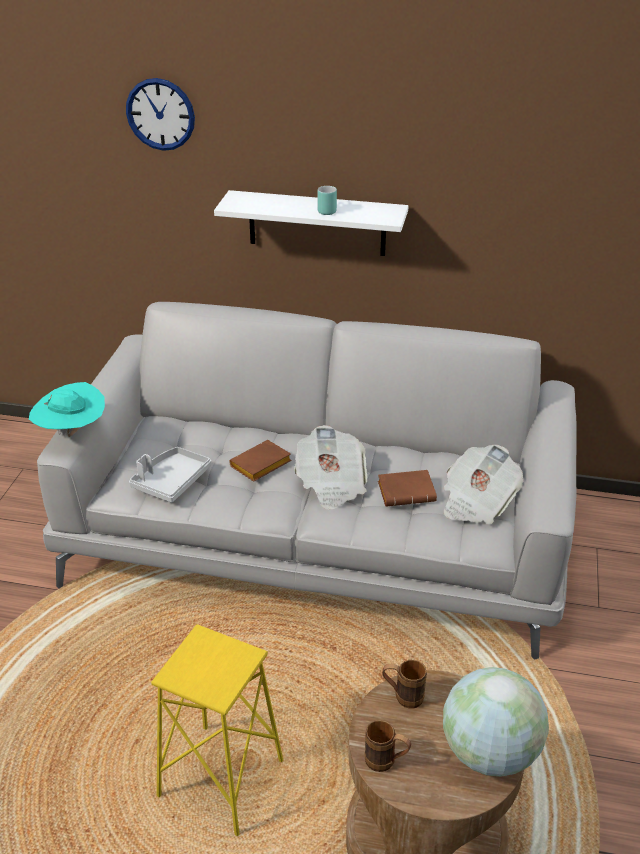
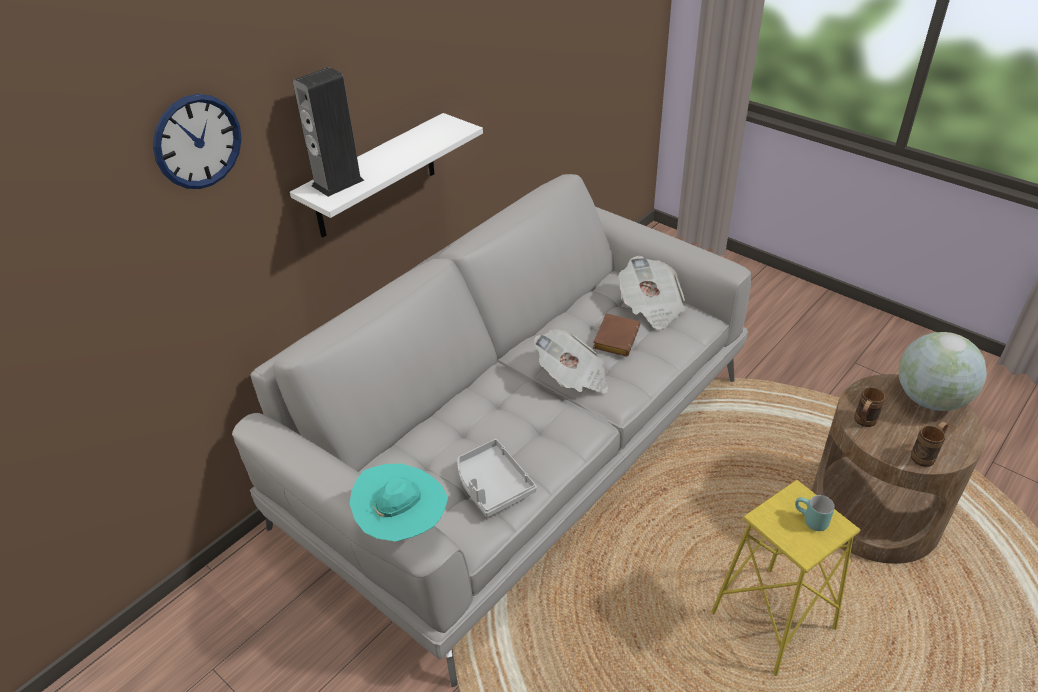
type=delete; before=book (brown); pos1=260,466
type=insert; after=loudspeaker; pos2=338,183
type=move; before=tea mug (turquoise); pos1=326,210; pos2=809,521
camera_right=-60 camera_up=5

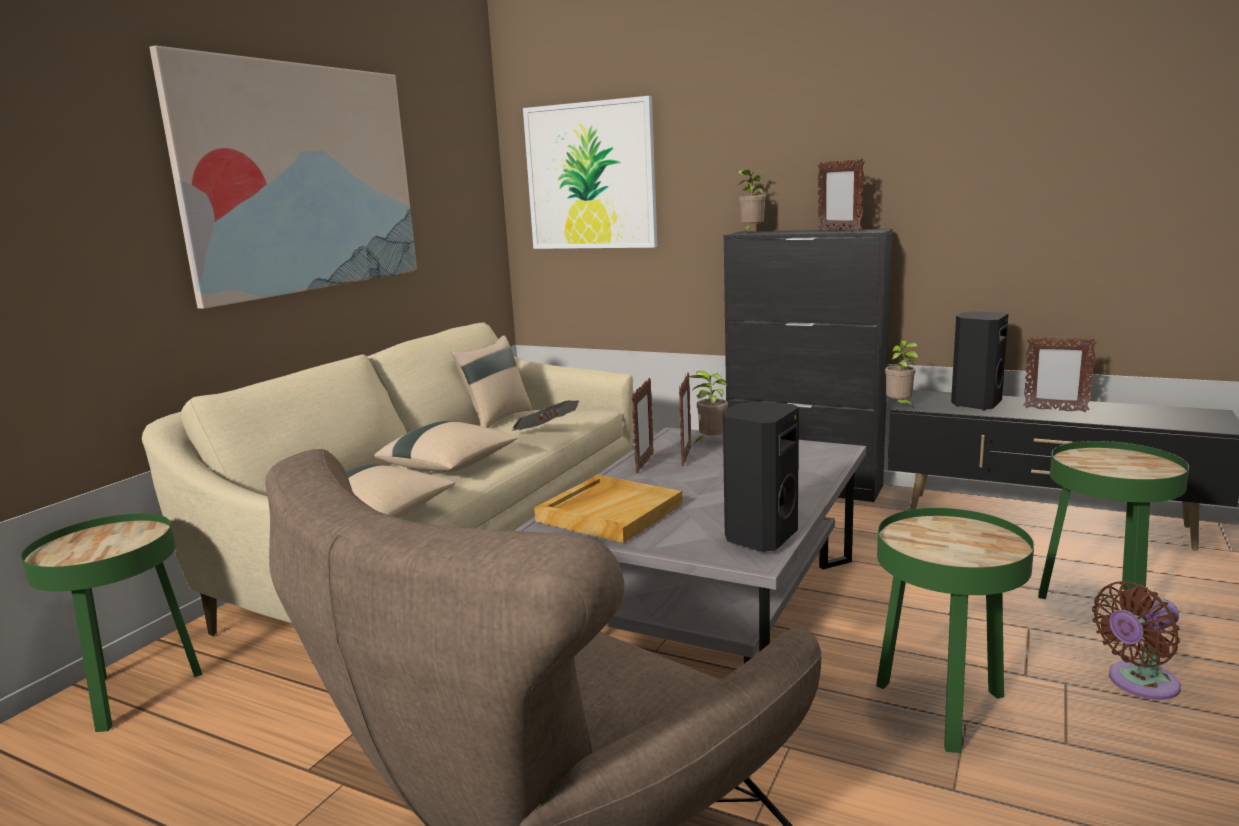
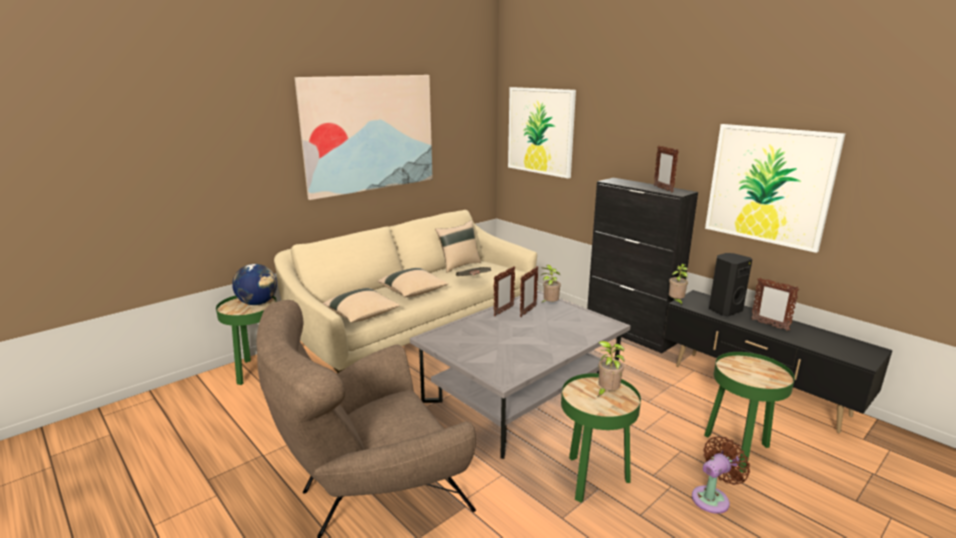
type=delete; before=serving tray (sand-coloured); pos1=609,512
type=delete; before=loudspeaker (black-coloured); pos1=758,537
type=insert; after=desk globe; pos2=258,303
type=insert; after=wall art; pos2=769,185
type=move; before=houseplant; pos1=751,232; pos2=607,393
type=rotate; before=electric fan (brown); pos1=1138,683; pos2=713,498; turn=150
camera_right=20 camera_up=5

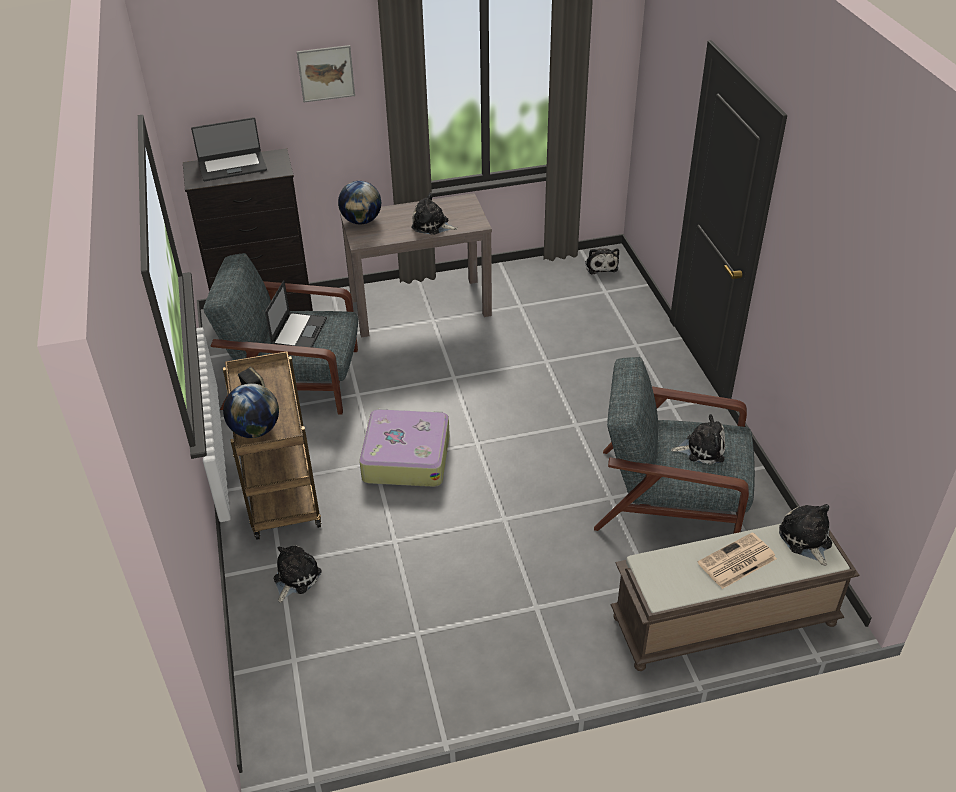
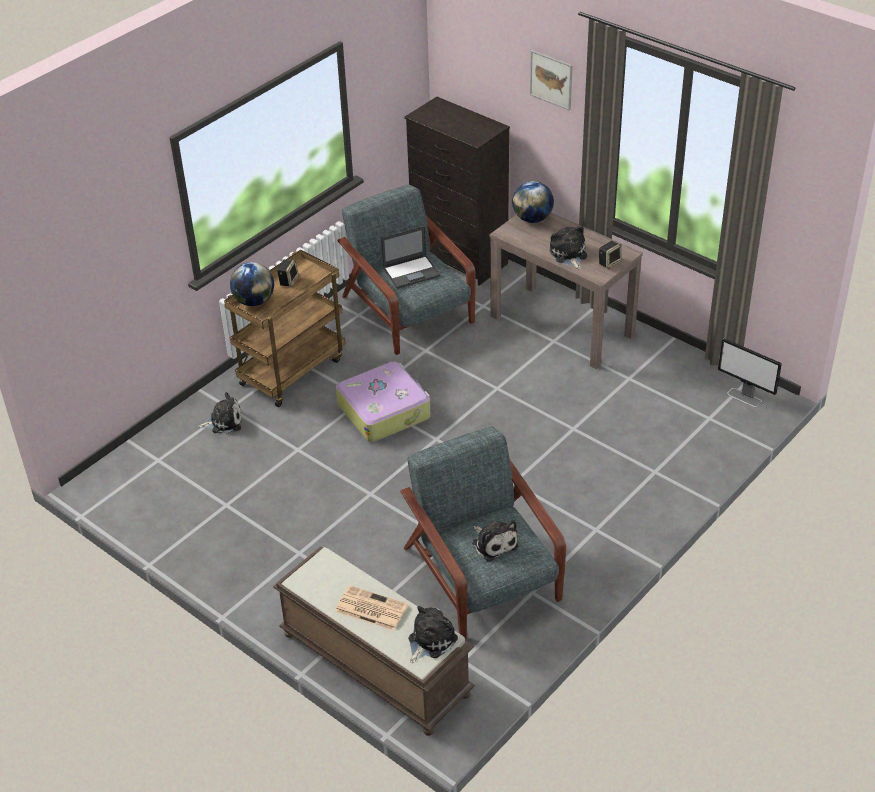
type=delete; before=laptop; pos1=232,166
type=insert; after=loudspeaker; pos2=609,262
type=replace; before=soft toy; after=computer display; pos1=601,265; pos2=744,398
camera_right=55 camera_up=0

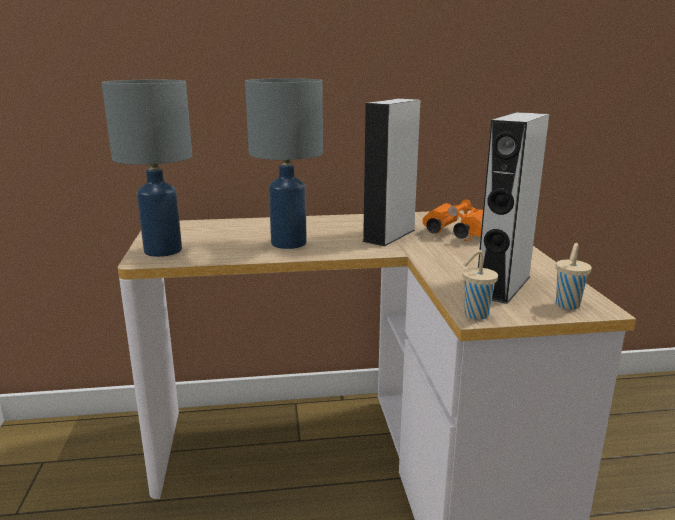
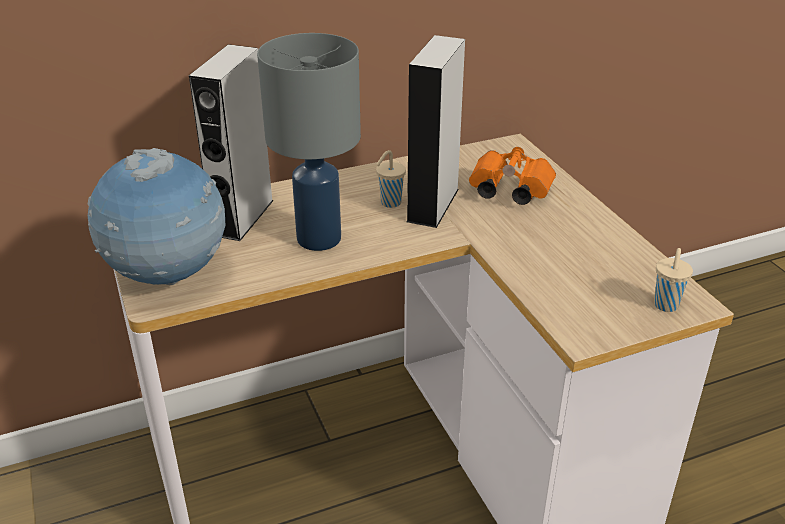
type=move; before=small cup (sand-coloured); pos1=475,315; pos2=389,203
type=move; before=loudspeaker (gray); pos1=503,286; pos2=242,217
type=replace; before=lamp for a table (gray); after=desk globe; pos1=164,251; pos2=168,278
camera_right=-15 camera_up=15

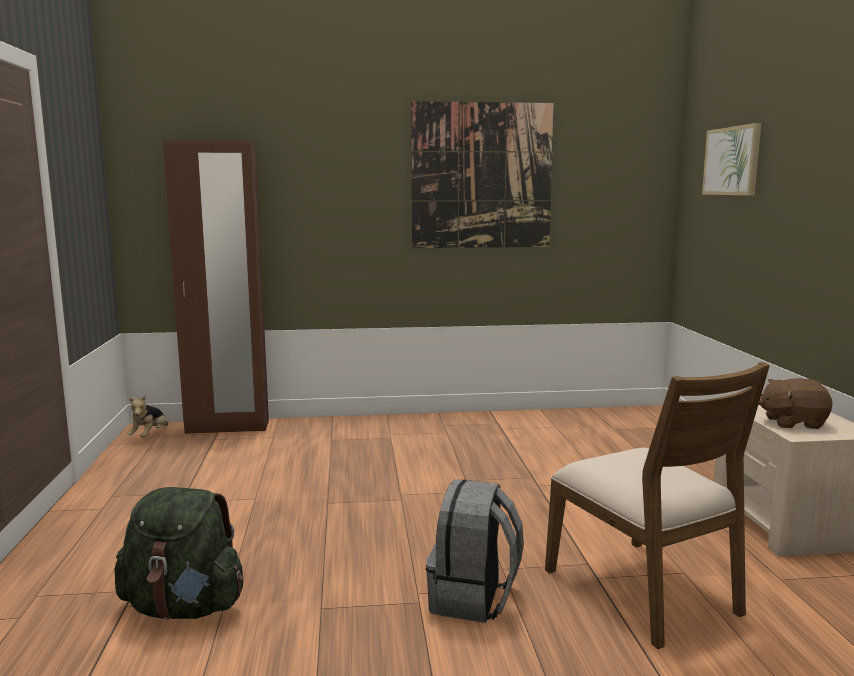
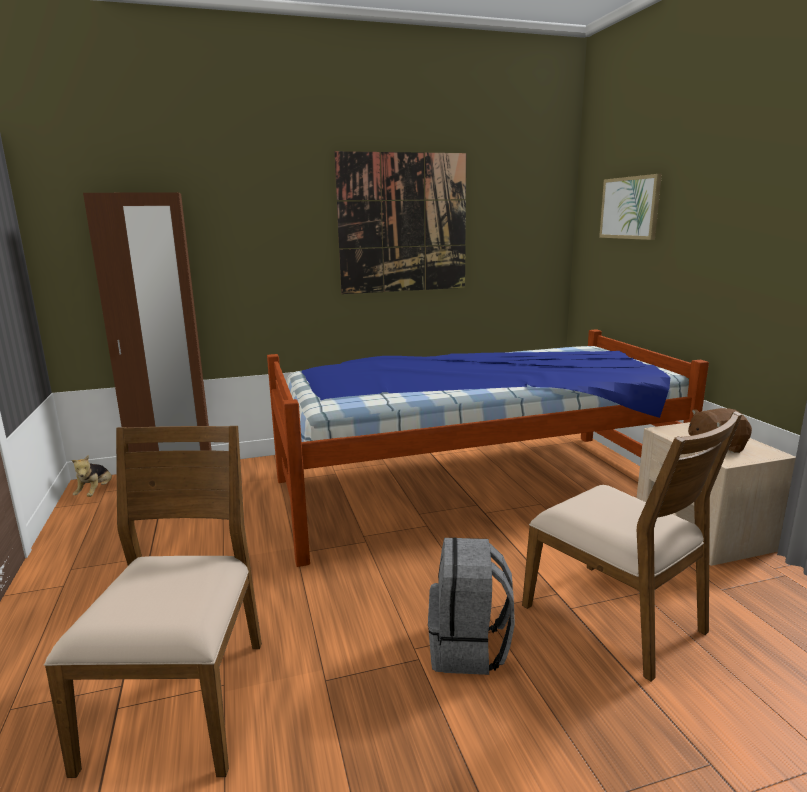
type=insert; after=bedroom bed; pos2=472,487
type=replace; before=knapsack (green); after=chair (brown); pos1=184,607; pos2=182,700
camera_right=-10 camera_up=5

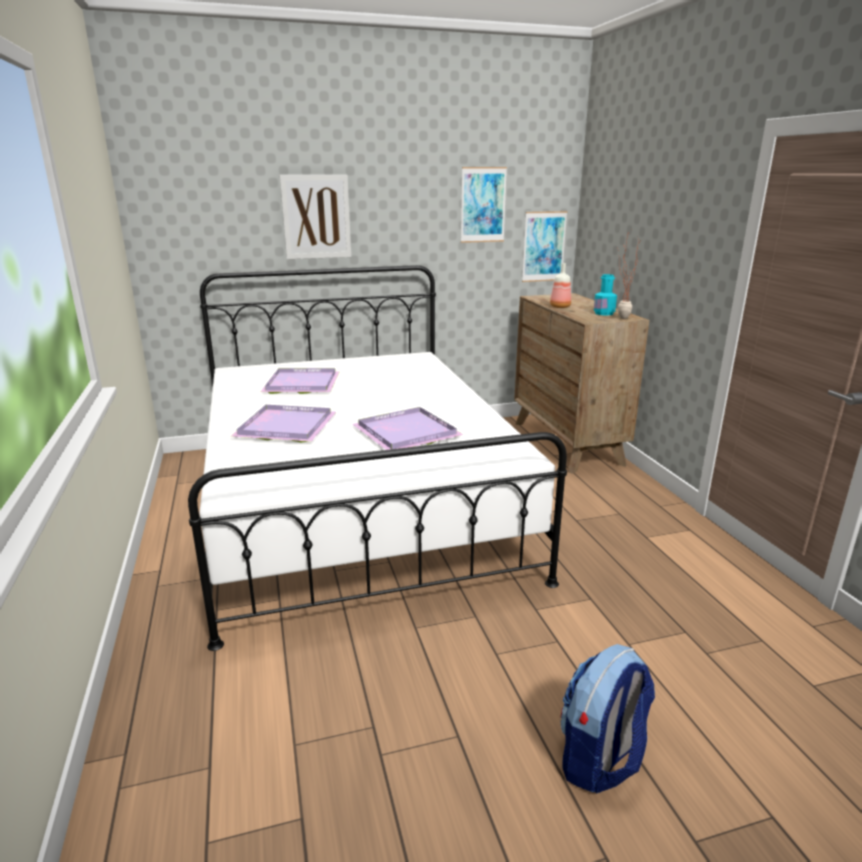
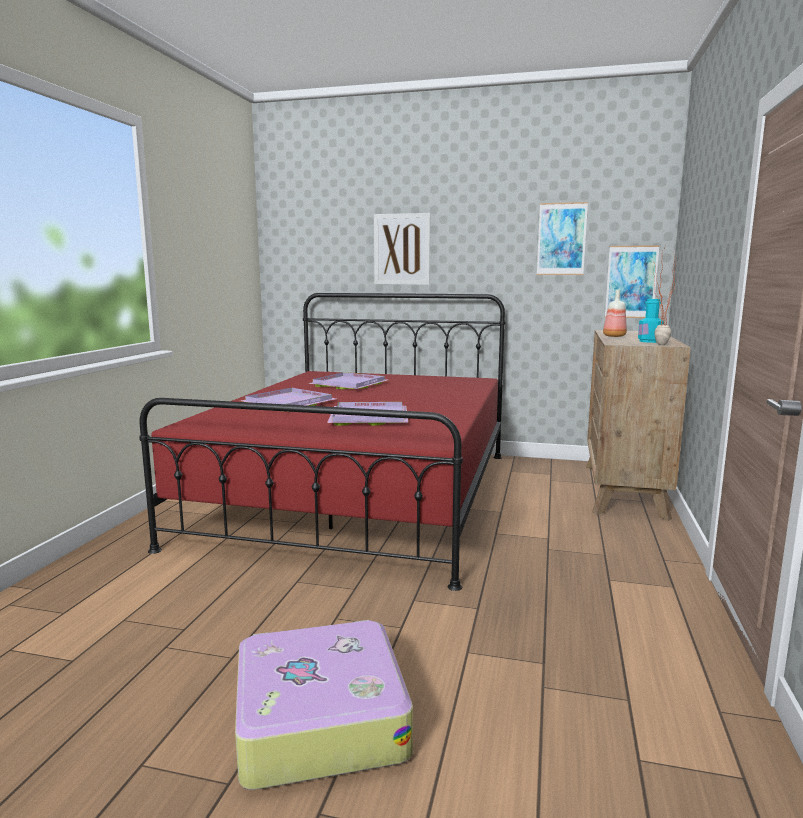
type=replace; before=knapsack; after=travel case; pos1=600,760; pos2=319,719
type=recolor; before=bedroom bed (whitish); after=bedroom bed (red); pos1=356,504; pos2=360,494
camera_right=30 camera_up=-10

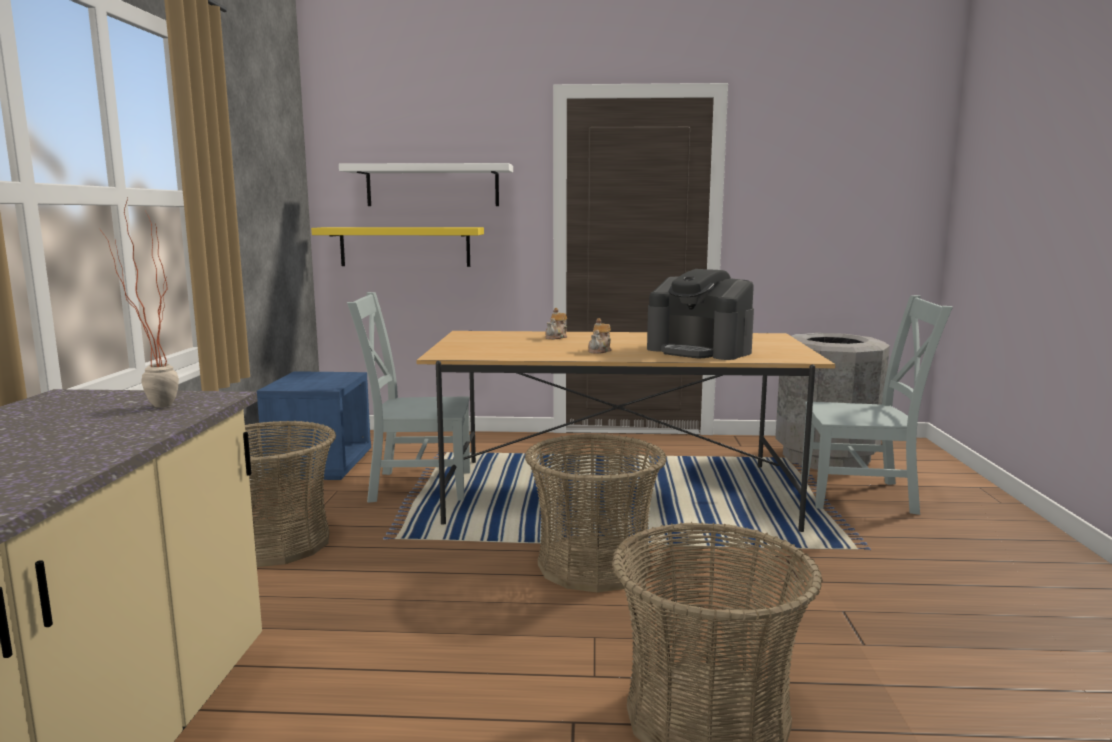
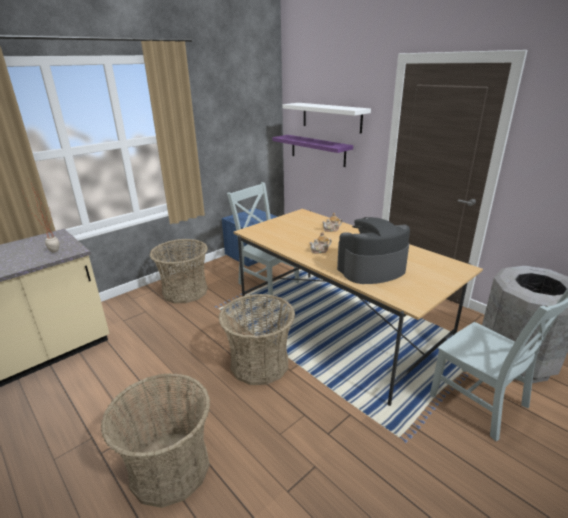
type=recolor; before=shelf (yellow); after=shelf (purplish); pos1=405,246; pos2=317,150
type=rotate; before=coffee maker; pos1=700,350; pos2=371,269; turn=75
camera_right=45 camera_up=15

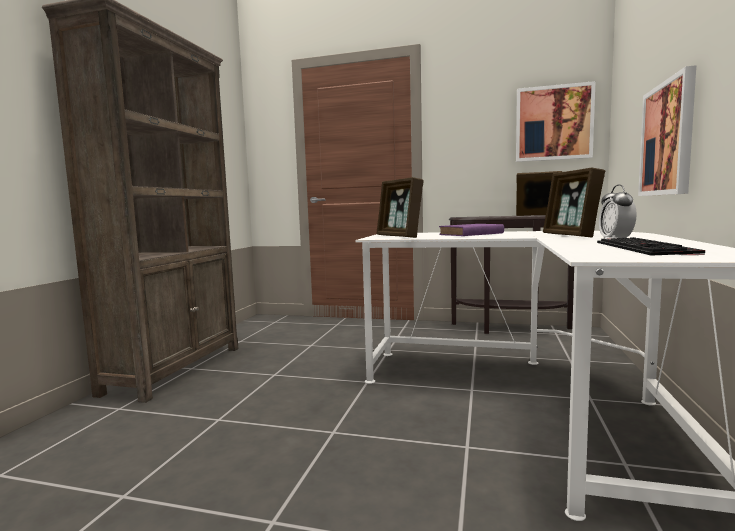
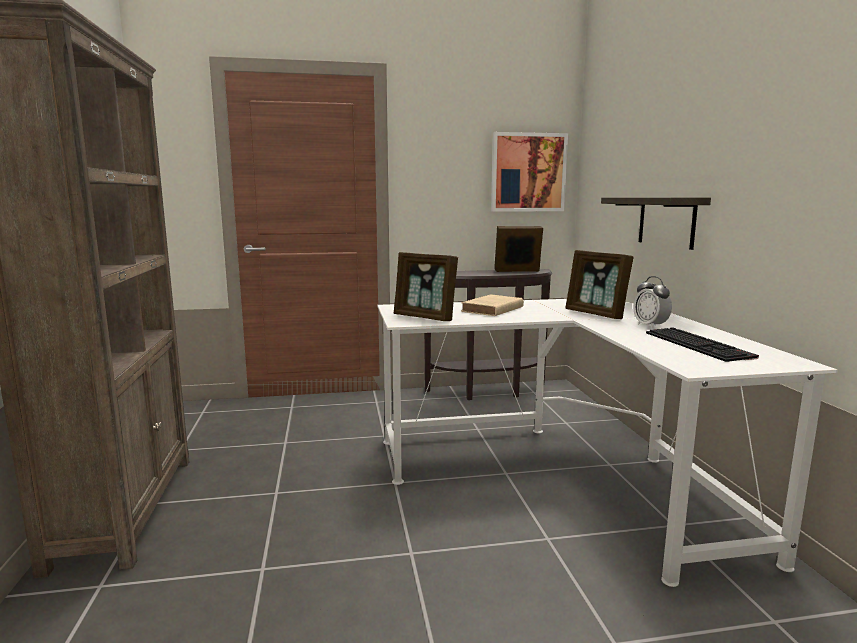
type=replace; before=wall art; after=shelf; pos1=668,139; pos2=666,221
type=recolor; before=book (purplish); after=book (sand-coloured); pos1=470,234; pos2=491,310
camera_right=-25 camera_up=5

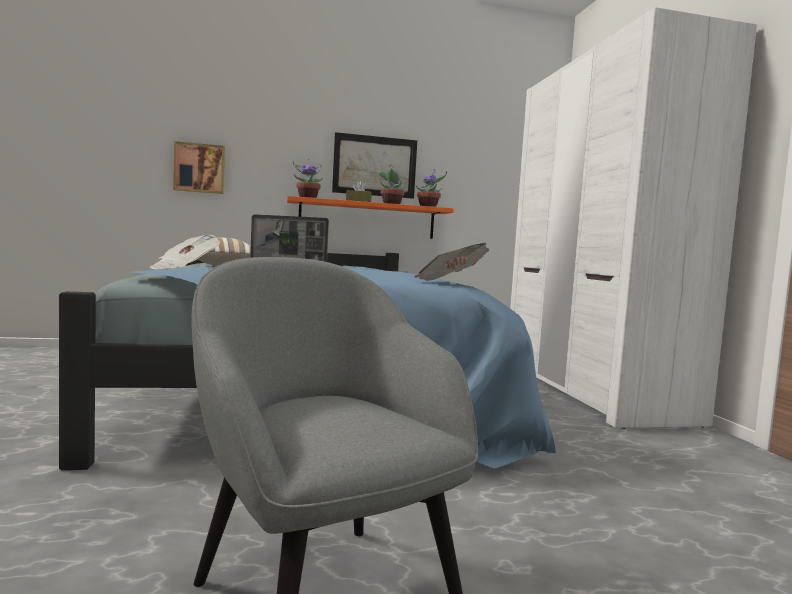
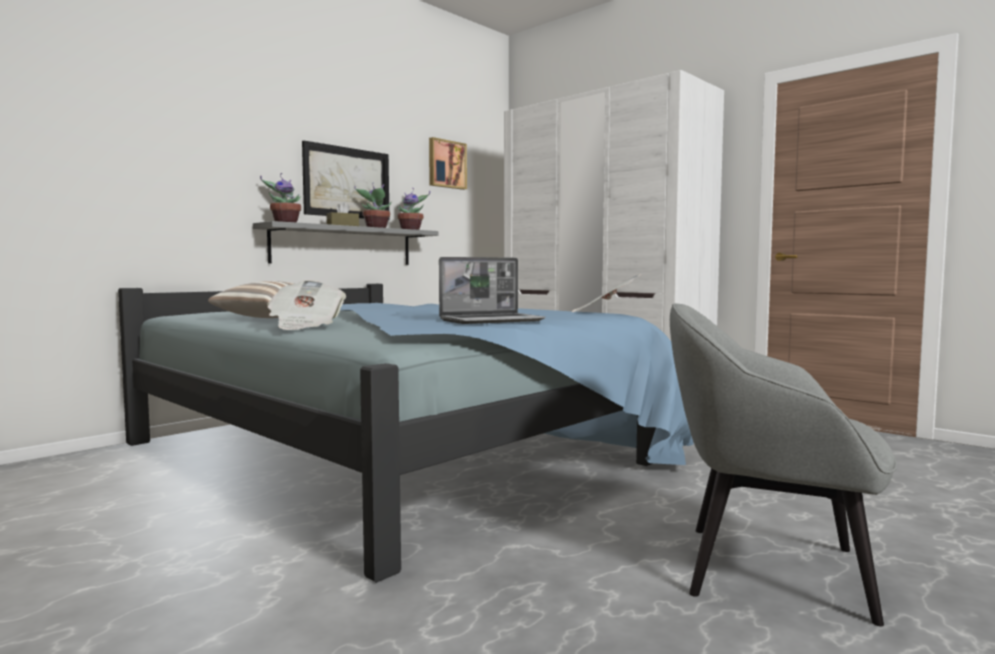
type=move; before=wall art; pos1=199,168; pos2=446,164
type=recolor; before=shelf (orange-coloured); after=shelf (gray); pos1=367,219; pos2=343,246
camera_right=-35 camera_up=0

